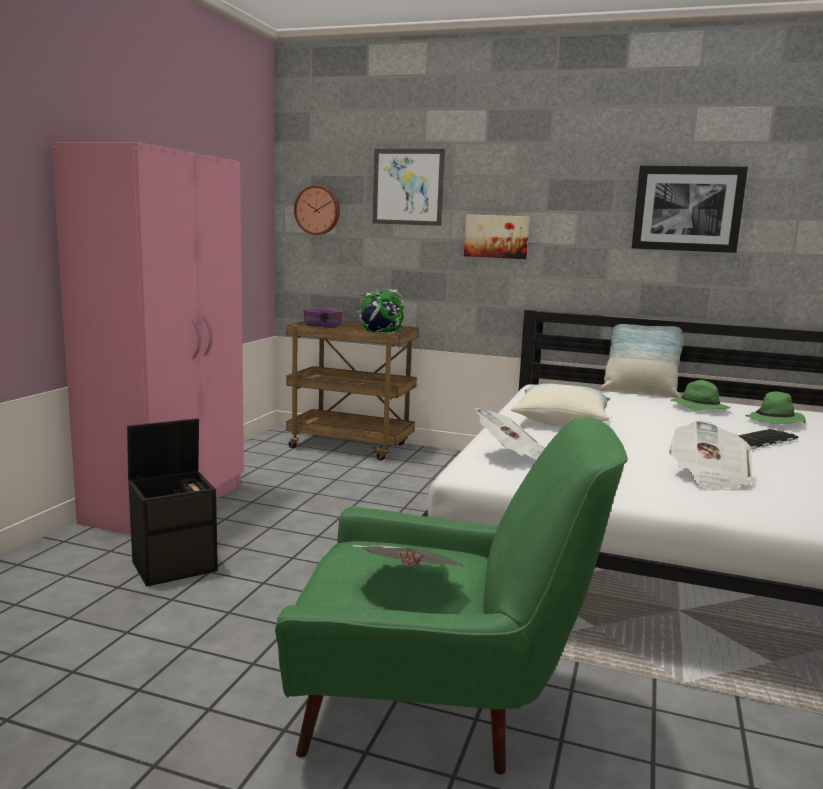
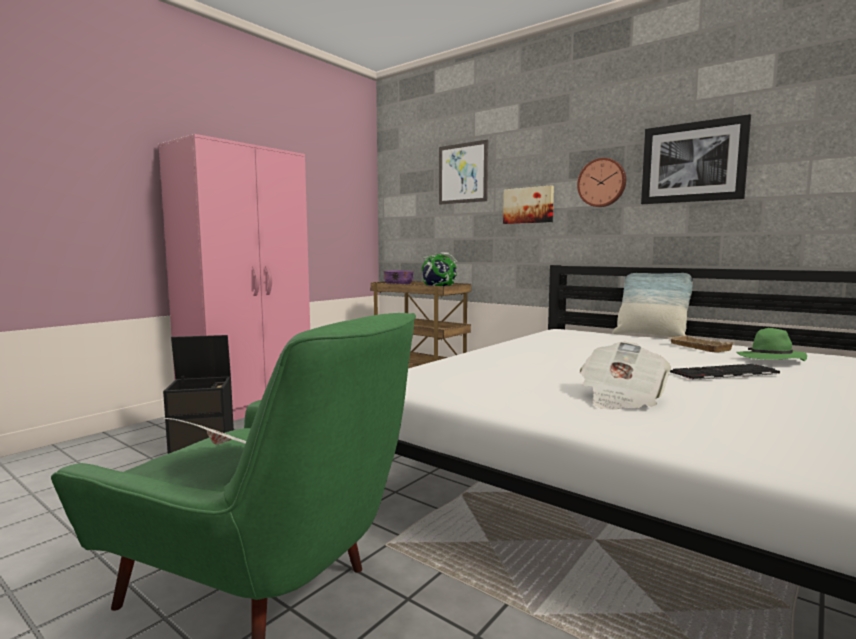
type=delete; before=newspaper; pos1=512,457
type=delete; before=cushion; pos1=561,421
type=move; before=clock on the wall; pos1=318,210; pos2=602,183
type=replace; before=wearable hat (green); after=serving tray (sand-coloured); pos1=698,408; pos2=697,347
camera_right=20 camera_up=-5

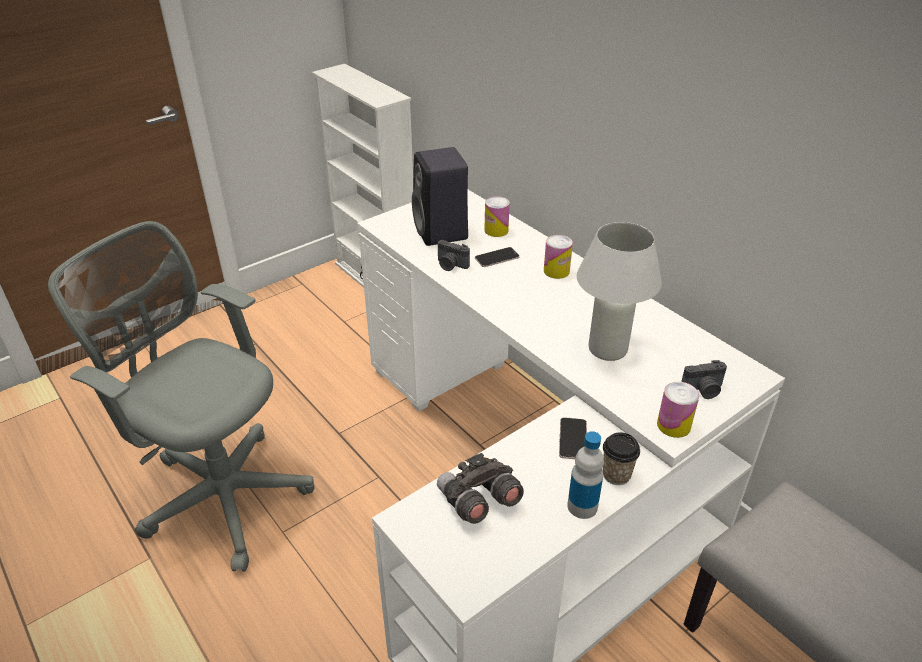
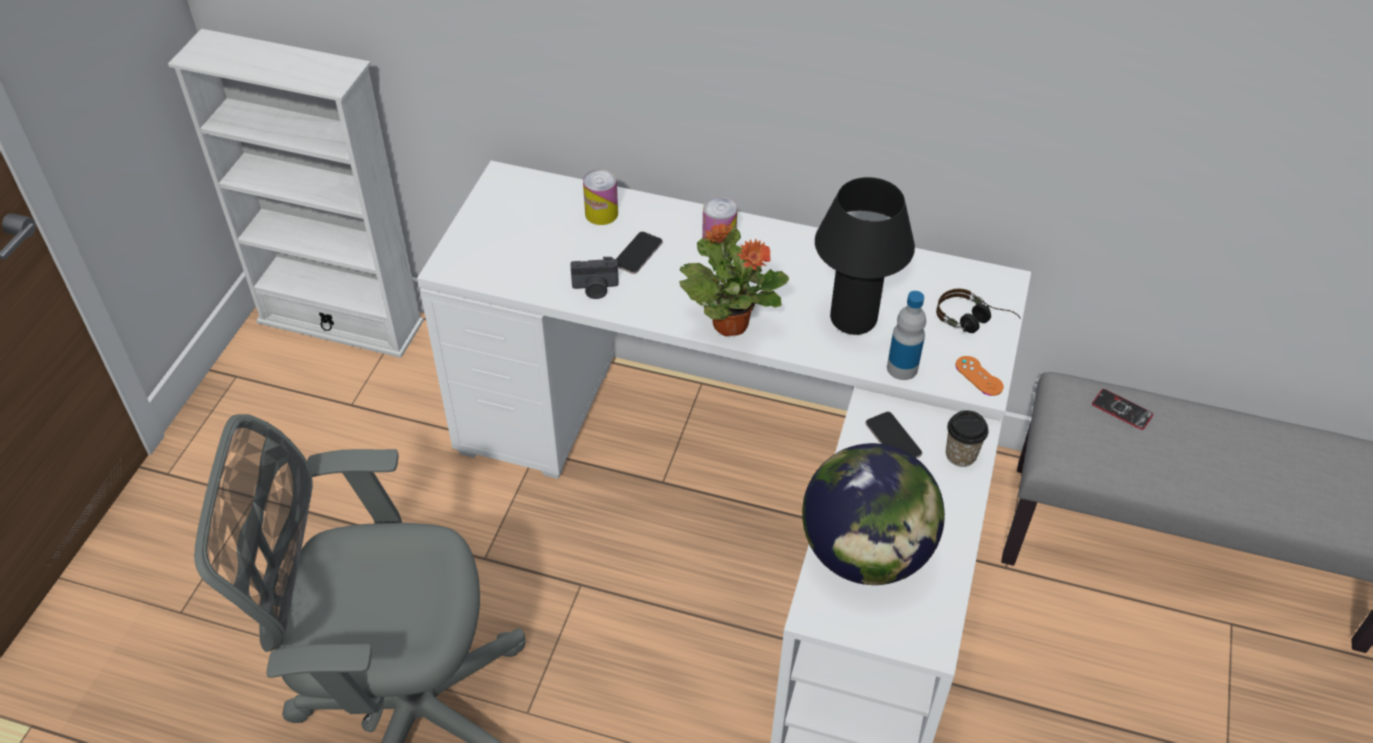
type=delete; before=loudspeaker (black-coloured); pos1=442,233
type=insert; after=houseplant; pos2=729,323
type=insert; after=telephone; pos2=1122,410
type=move; before=bottle; pos1=582,506; pos2=902,368
type=replace; before=pair of binoculars (gray); after=desk globe; pos1=478,501; pos2=865,554
type=replace; before=can; after=joypad (orange-coloured); pos1=673,425; pos2=979,376
type=replace; before=photo camera; after=pair of headphones; pos1=703,390; pos2=974,322
type=recolor; before=lamp for a table (whitish); after=lamp for a table (black-coloured); pos1=607,349; pos2=853,319
camera_right=-35 camera_up=10

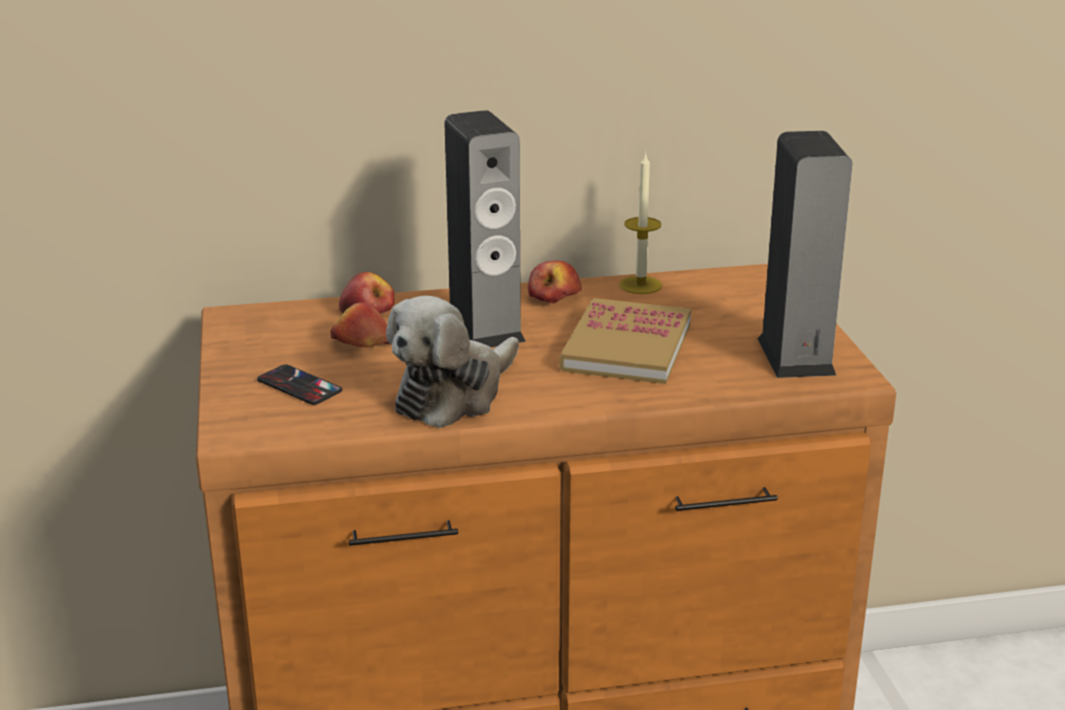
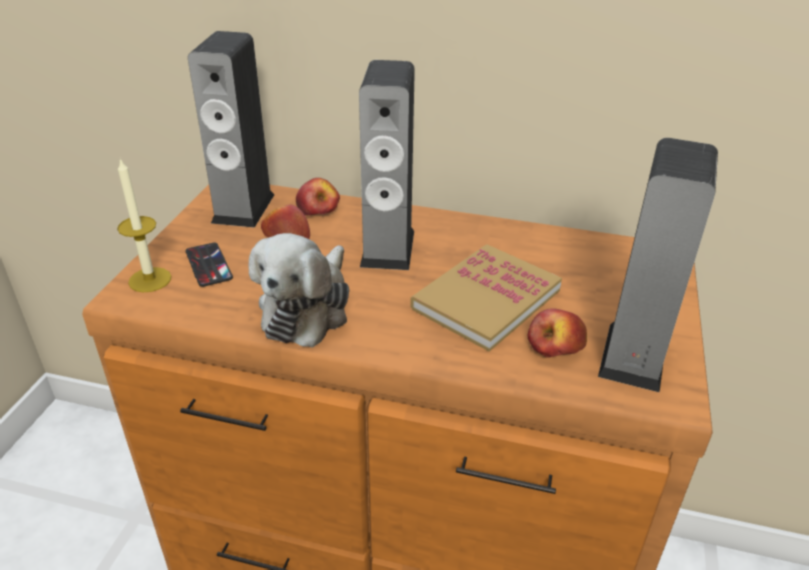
type=insert; after=loudspeaker; pos2=243,208
type=move; before=whole apple; pos1=555,298; pos2=556,346
type=move; before=wax candle; pos1=640,285; pos2=150,280
type=rotate; before=soft toy; pos1=453,395; pos2=307,309; turn=-45
camera_right=25 camera_up=10

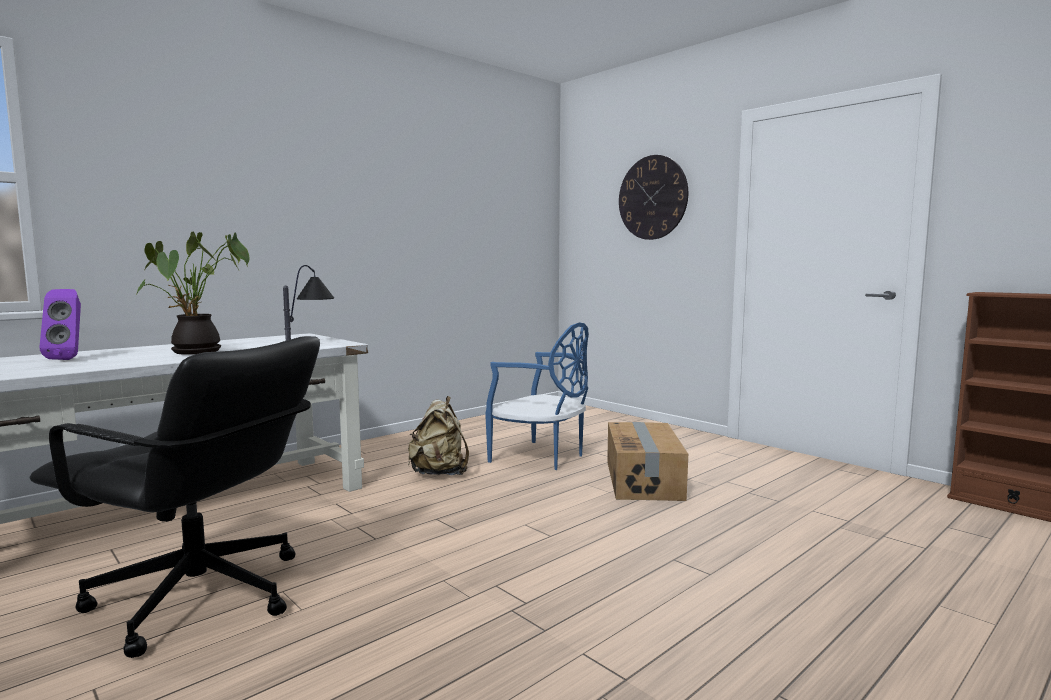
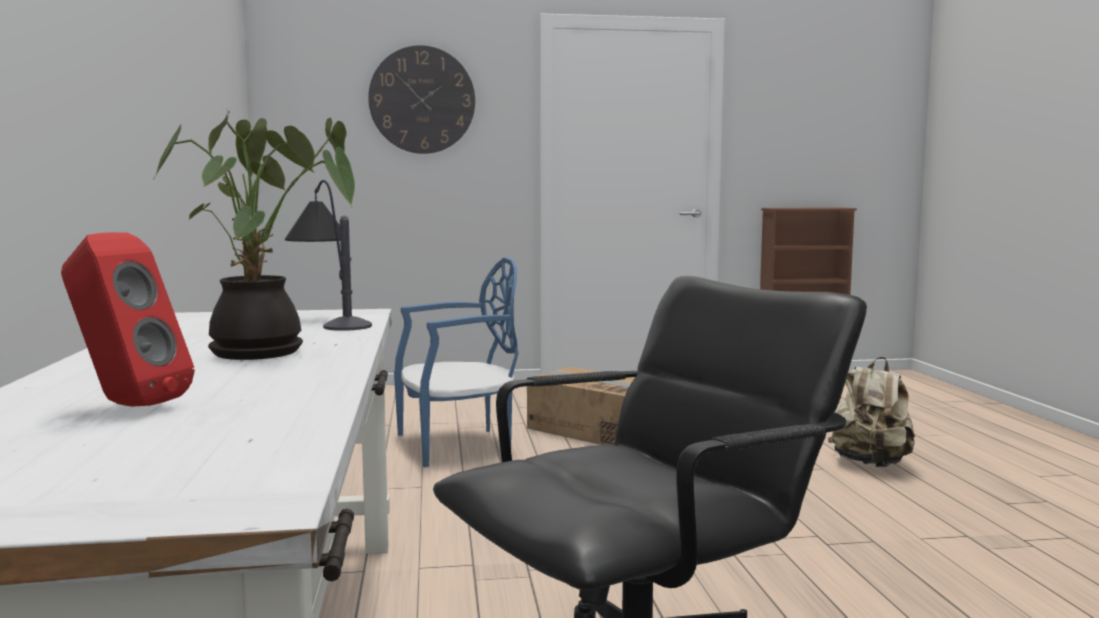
type=move; before=knapsack (sand-coloured); pos1=439,473; pos2=870,464
type=recolor; before=loudspeaker (purplish); after=loudspeaker (red); pos1=68,359; pos2=126,405
camera_right=-55 camera_up=0

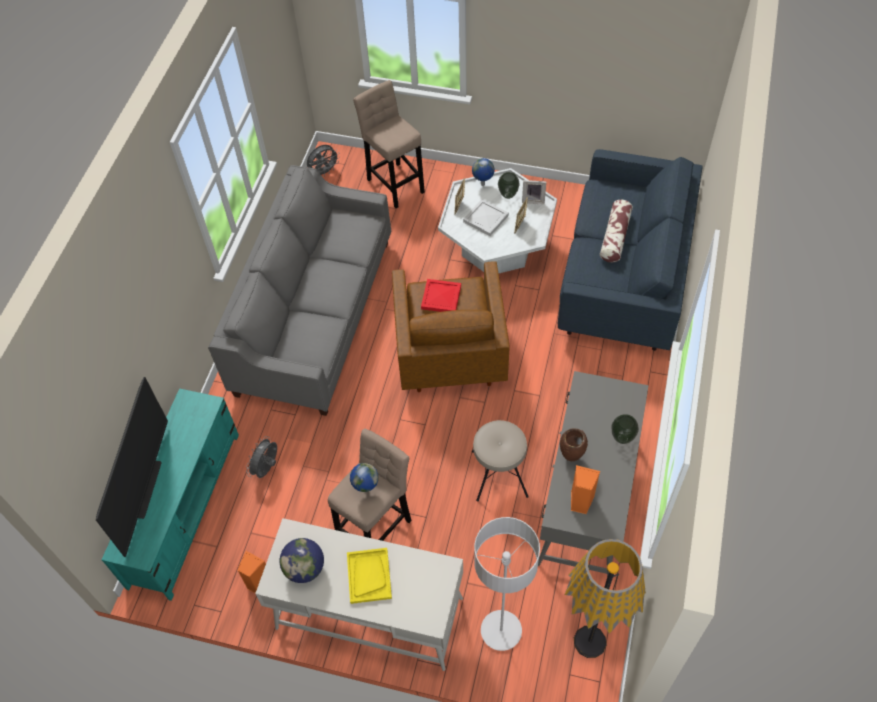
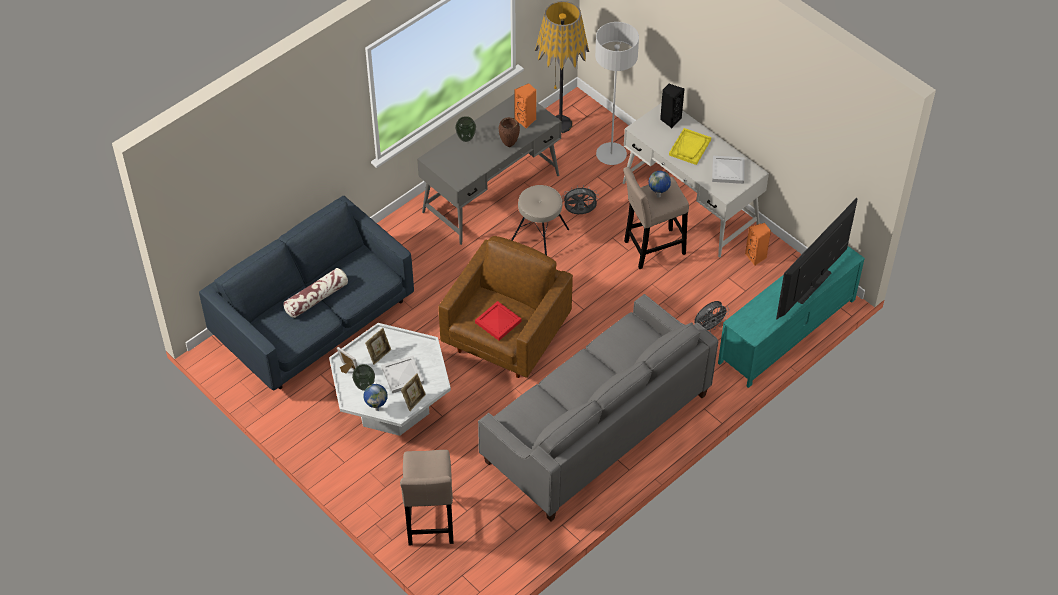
type=insert; after=loudspeaker (black-coloured); pos2=670,119
type=move; before=electric fan (gray); pos1=324,172; pos2=579,213
type=replace; before=desk globe; after=serving tray (whitish); pos1=305,568; pos2=728,170
camera_right=-150 camera_up=-5

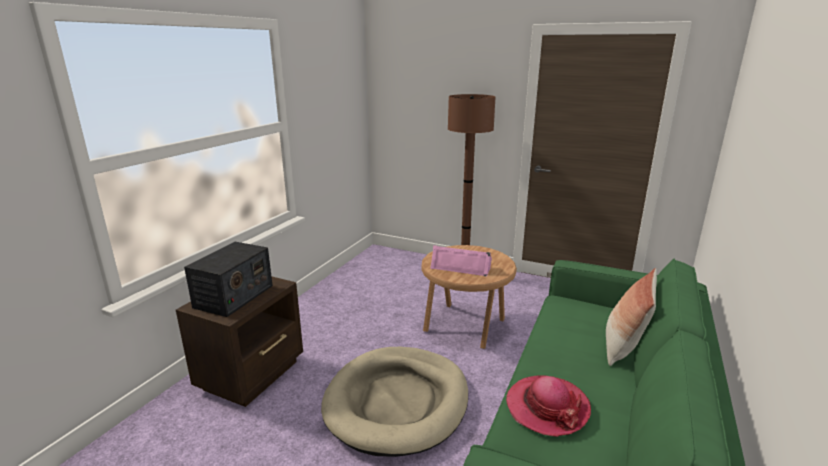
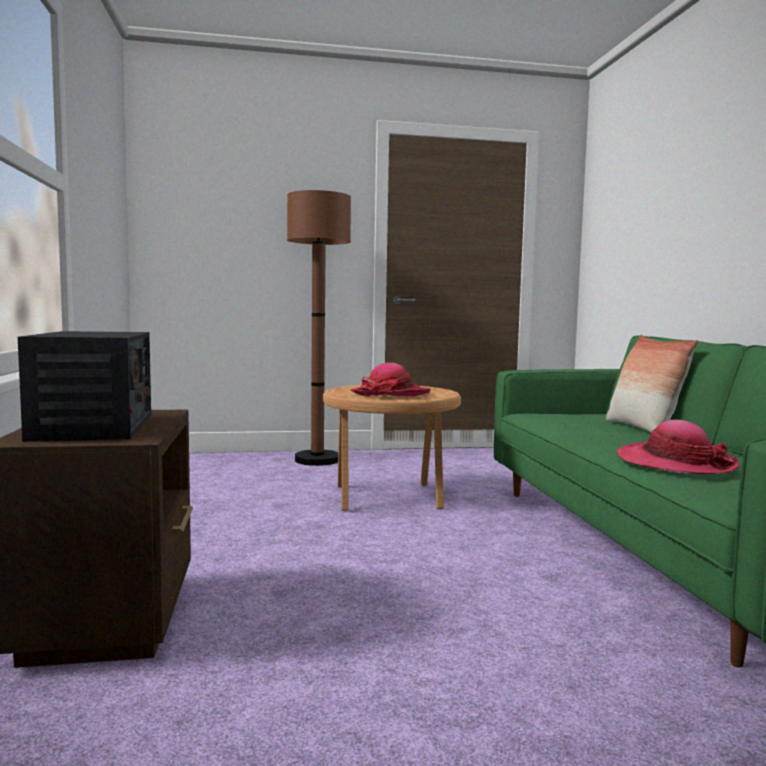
type=delete; before=pet bed (sand-coloured); pos1=397,402
type=replace; before=loudspeaker (pink); after=wearable hat; pos1=461,267; pos2=390,394
camera_right=-35 camera_up=-15

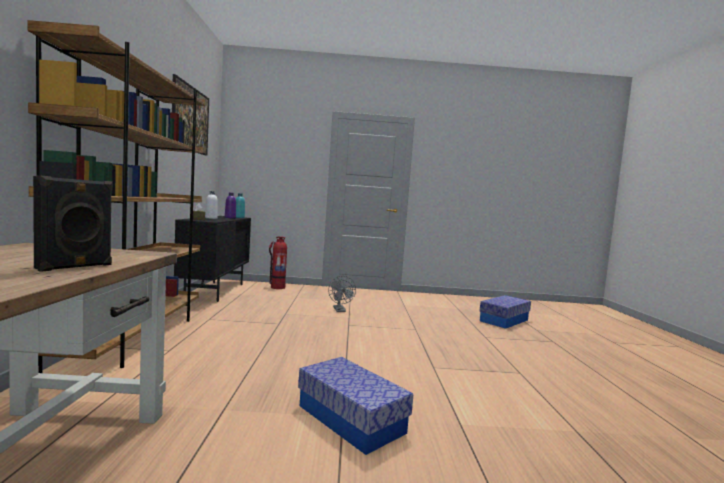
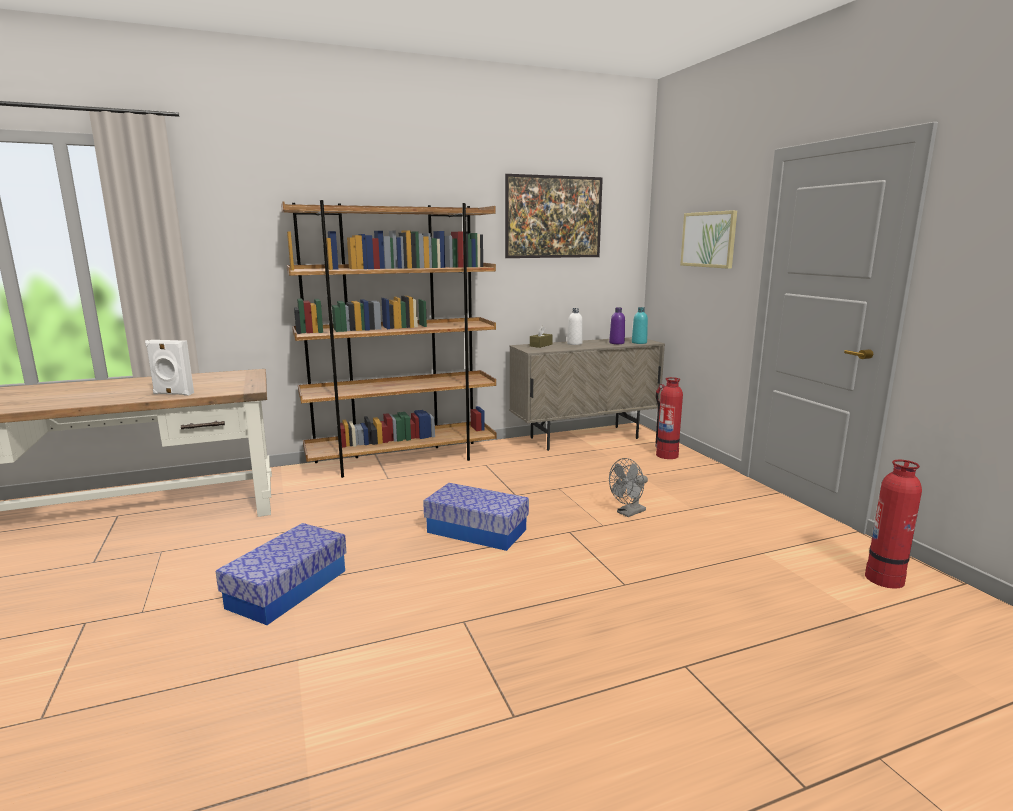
type=insert; after=wall art; pos2=708,239
type=insert; after=fire-fighting cylinder; pos2=885,578
type=move; before=storage container; pos1=504,320; pos2=477,531
type=recolor; before=loudspeaker (black-coloured); after=loudspeaker (whitish); pos1=76,267; pos2=172,394
type=recolor; before=cupboard (black-coloured); after=cupboard (sand-coloured); pos1=215,291; pos2=584,438
camera_right=70 camera_up=10

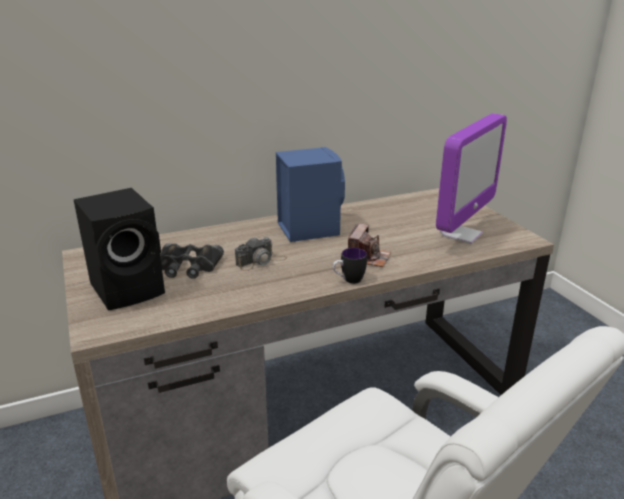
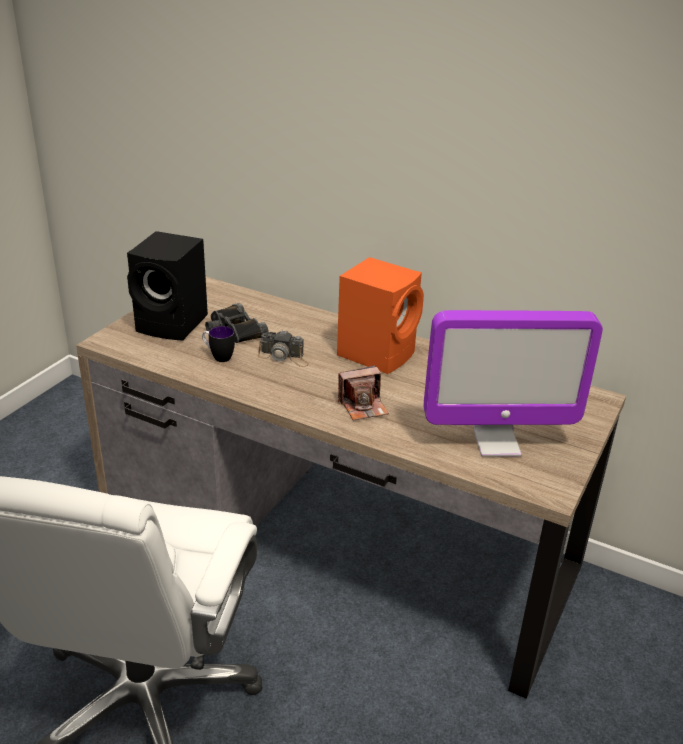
type=move; before=tea mug; pos1=348,281; pos2=218,356
type=recolor; before=loudspeaker (blue); after=loudspeaker (orange-coloured); pos1=308,228; pos2=378,353
camera_right=50 camera_up=5

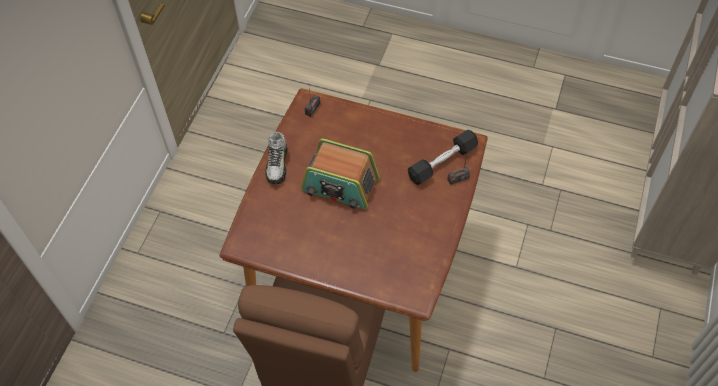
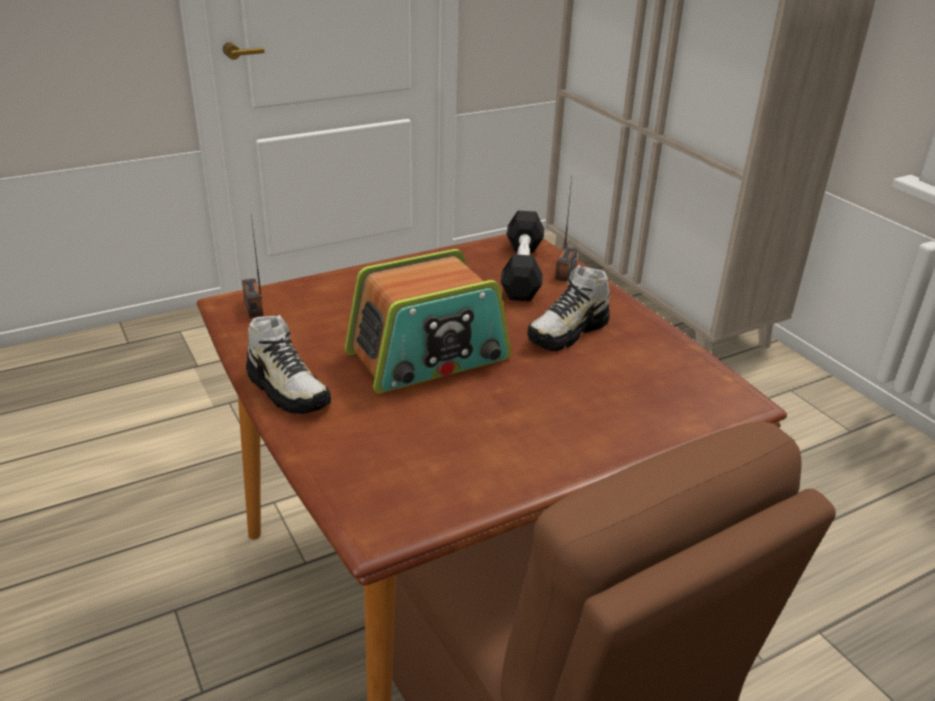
type=insert; after=item of footwear; pos2=568,332
camera_right=-50 camera_up=-25

